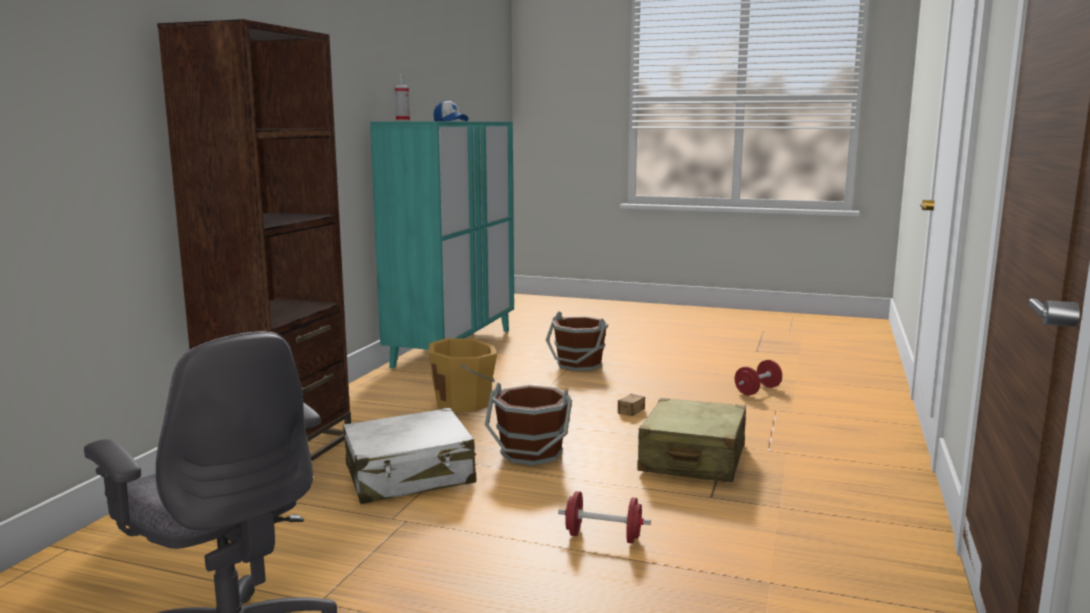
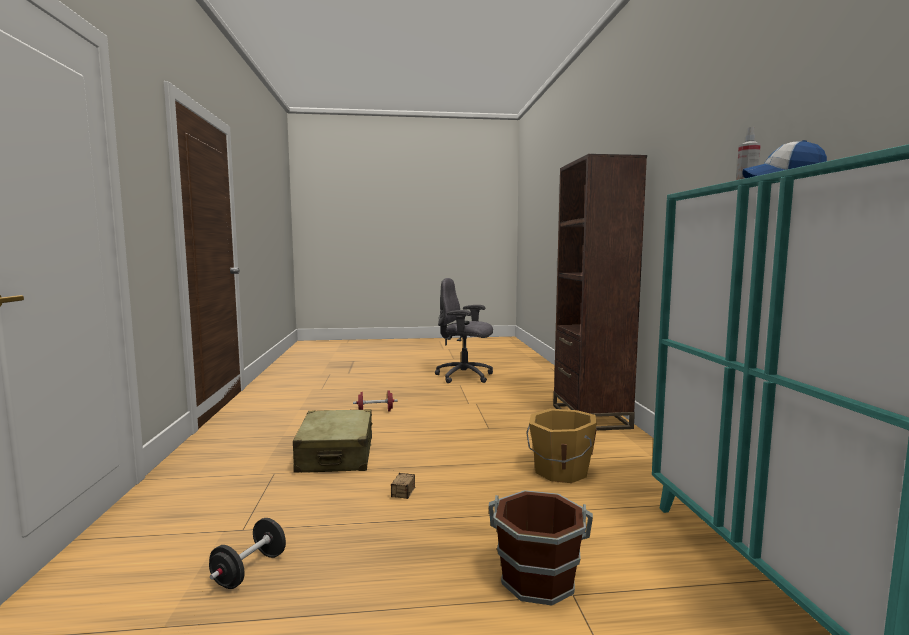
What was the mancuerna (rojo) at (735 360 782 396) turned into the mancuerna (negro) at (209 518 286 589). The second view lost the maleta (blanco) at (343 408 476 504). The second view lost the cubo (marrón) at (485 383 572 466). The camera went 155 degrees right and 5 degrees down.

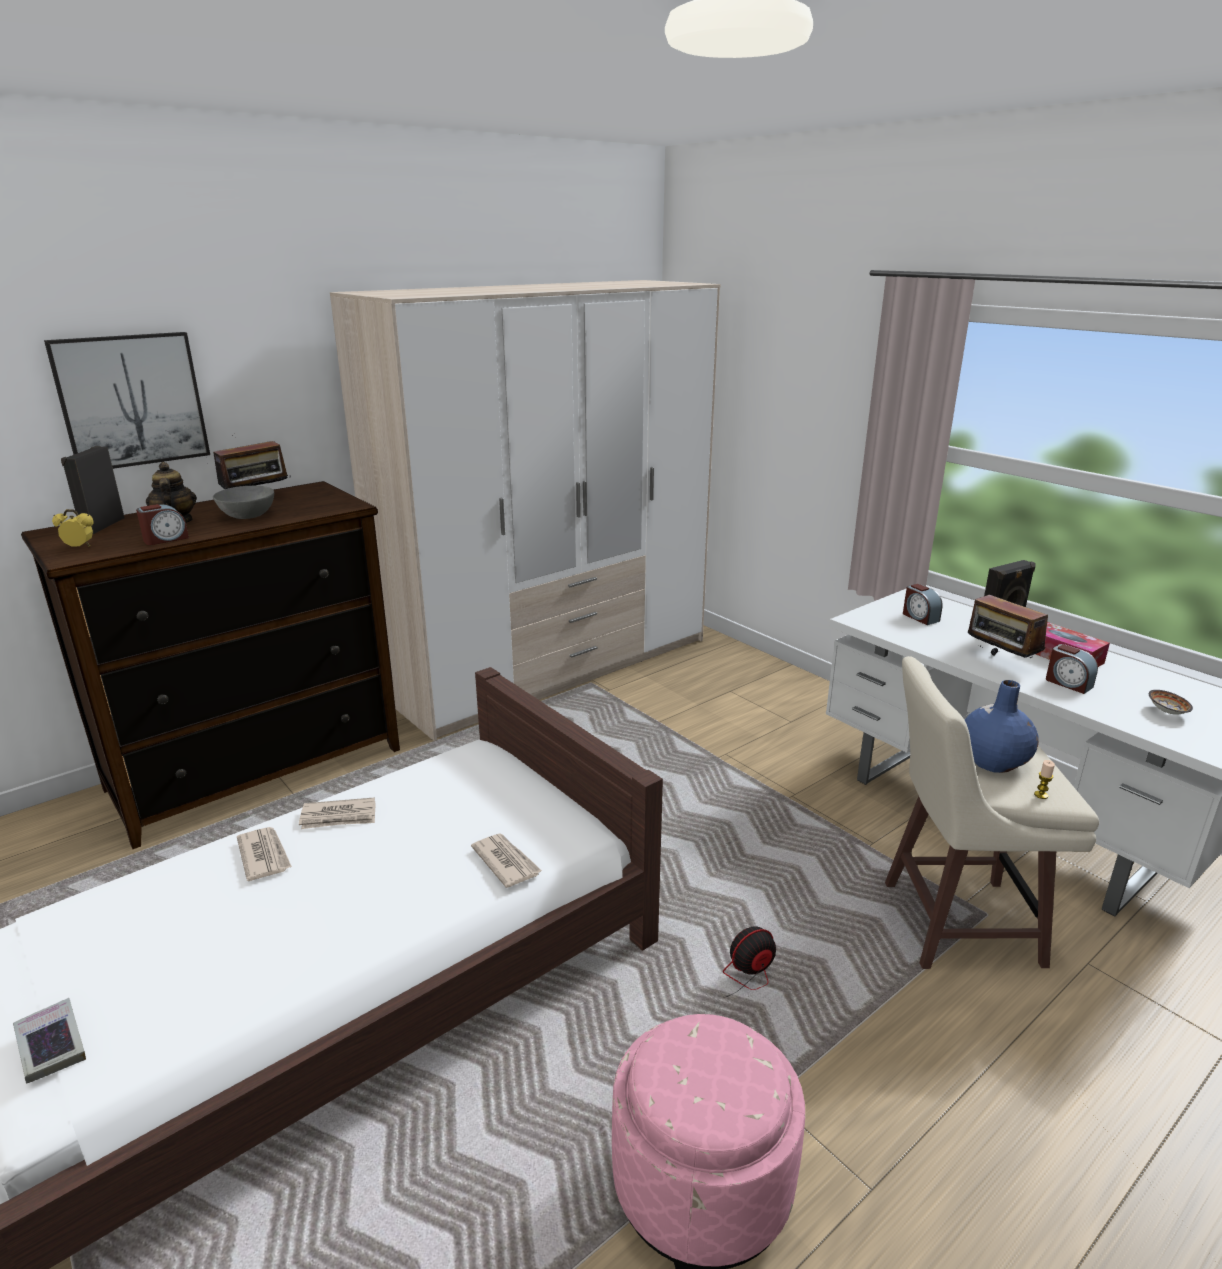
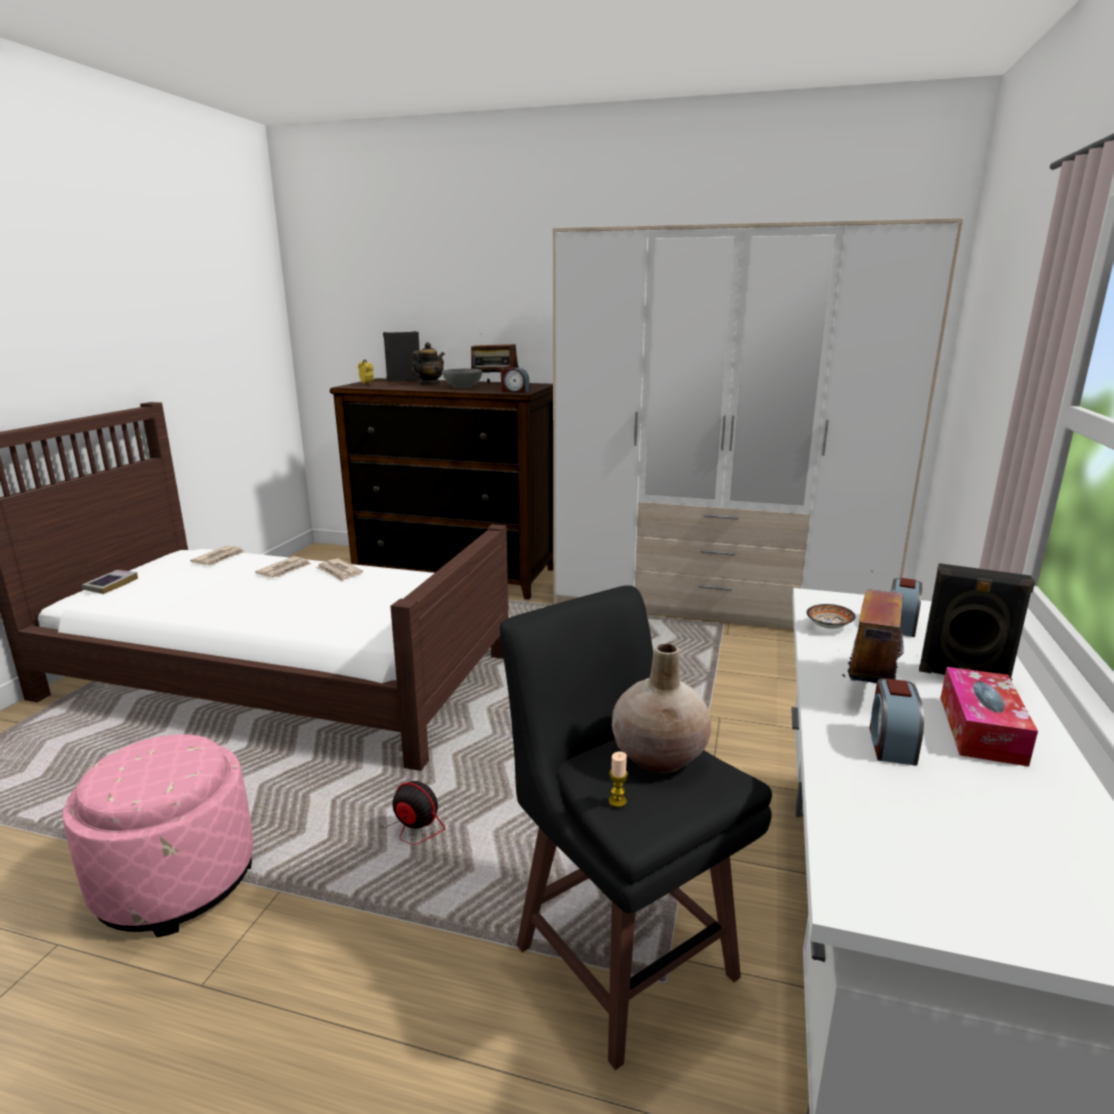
The periódico ended up elsewhere, having gone from (471 833 542 888) to (190 545 245 565). What was the taburete (beis) at (885 656 1099 969) turned into the taburete (negro) at (500 585 772 1070). The despertador ended up elsewhere, having gone from (136 504 189 545) to (501 366 529 393). What was the florero (azul) at (965 680 1039 773) turned into the florero (beis) at (612 644 711 772). The cuenco ended up elsewhere, having gone from (1149 690 1193 715) to (807 604 856 629). The second view lost the cuadro at (44 332 210 469). The camera went 55 degrees right and 5 degrees down.

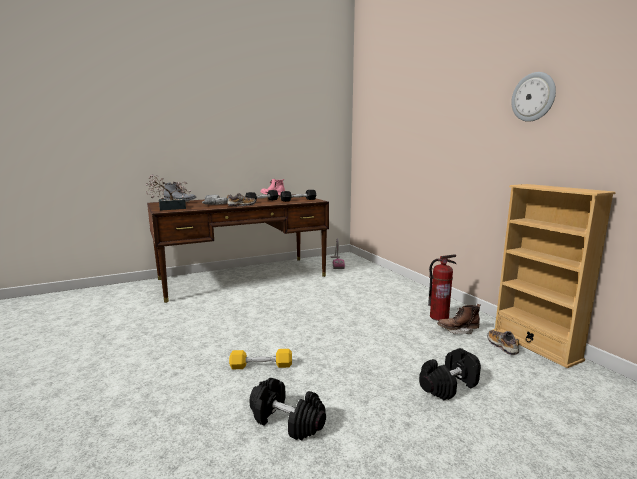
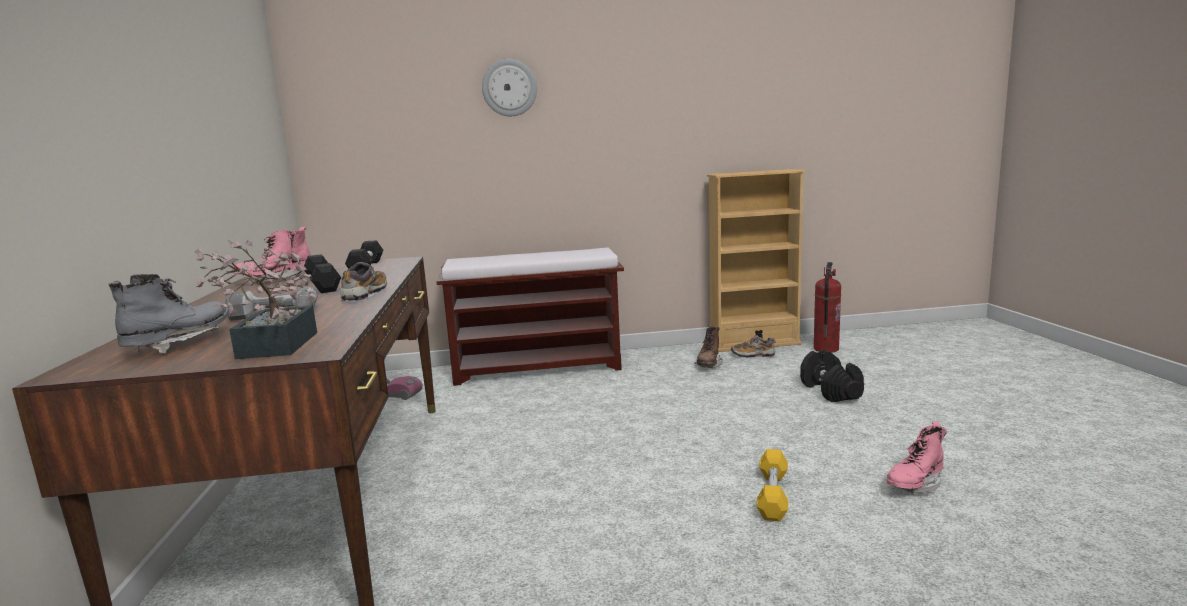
The second view gained the banco (marrón) at (436 247 624 386). The reloj de pared ended up elsewhere, having gone from (511 72 556 122) to (482 59 537 116). The extintor ended up elsewhere, having gone from (428 254 456 321) to (814 262 841 353). Where the mancuerna (negro) stood at (249 378 326 440), the bota (rosa) came to stand at (887 421 947 494). The camera went 70 degrees left and 0 degrees up.

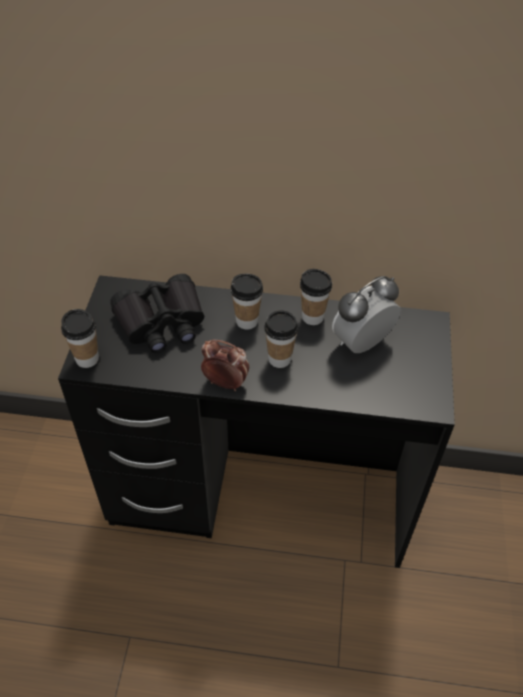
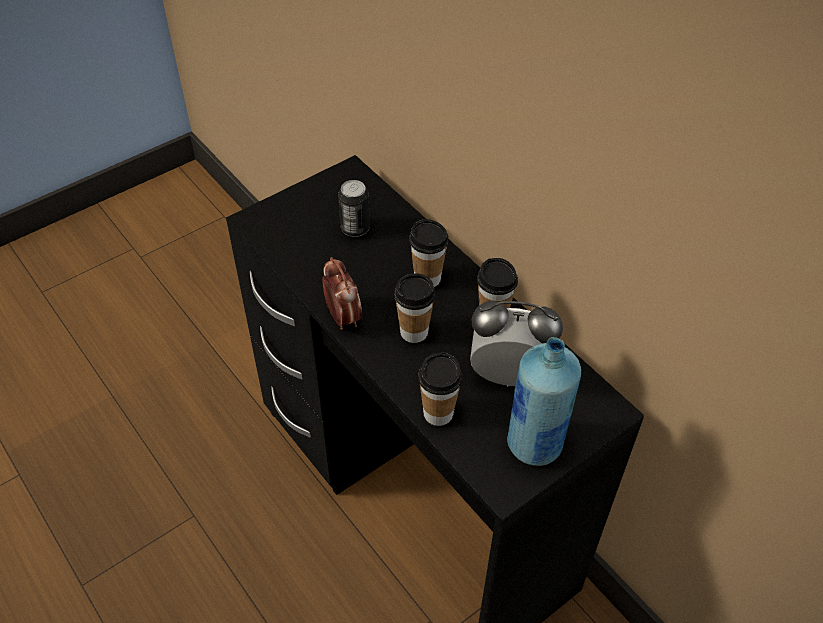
Where the prismáticos (negro) stood at (110 274 204 353), the lata came to stand at (338 180 370 237). The taza ended up elsewhere, having gone from (61 309 99 368) to (418 352 462 426). The second view gained the botella (azul) at (507 337 581 466). The camera went 45 degrees right and 0 degrees up.

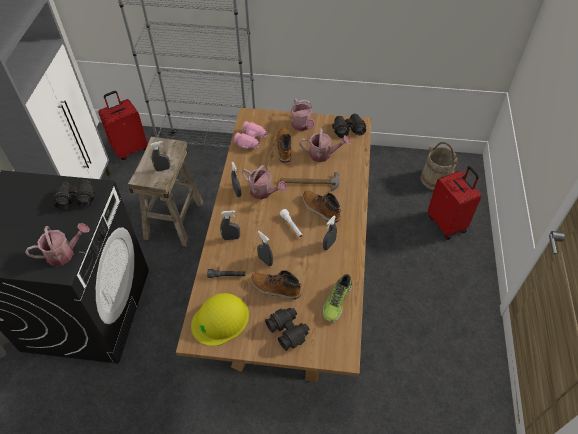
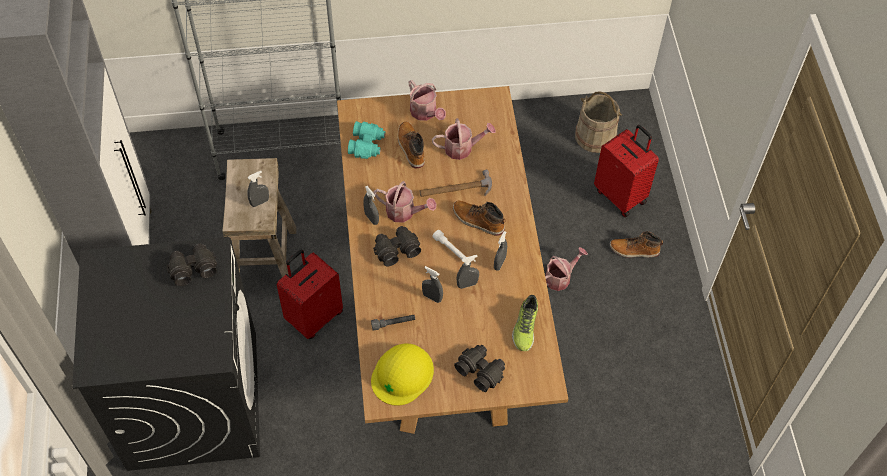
The maleta (rojo) ended up elsewhere, having gone from (98 91 148 160) to (277 249 343 339). What was the prismáticos (rosa) at (234 121 267 149) turned into the prismáticos (turquesa) at (348 121 385 159). The prismáticos (negro) ended up elsewhere, having gone from (332 114 366 138) to (373 226 421 266). The pulverizador (gris) ended up elsewhere, having gone from (220 211 240 240) to (457 255 479 289). The regadera ended up elsewhere, having gone from (25 223 90 266) to (545 247 588 291). The bota ended up elsewhere, having gone from (251 270 302 300) to (610 231 663 258). The camera went 15 degrees left and 5 degrees up.

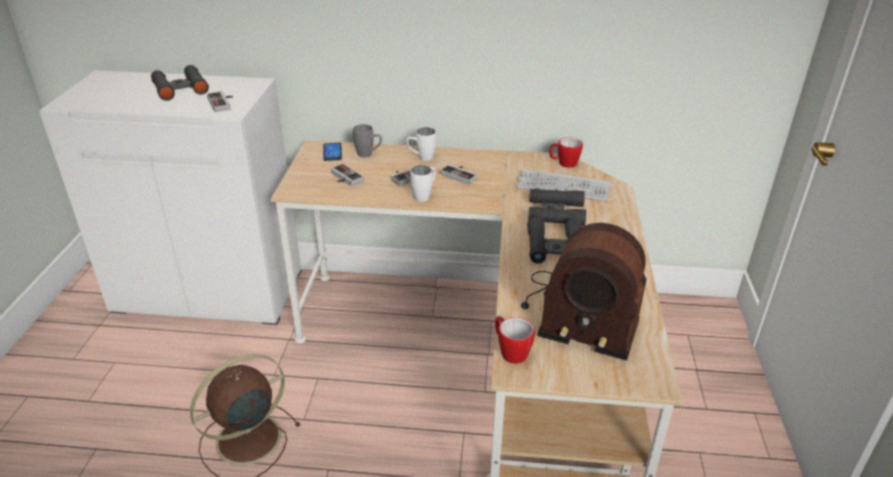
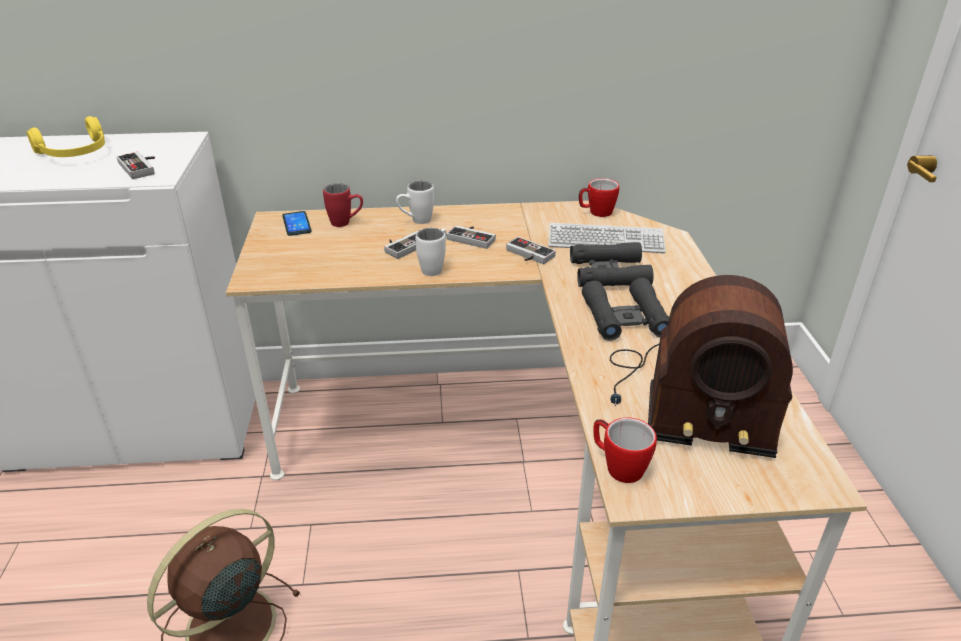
Where the prismáticos (negro) stood at (151 65 209 101), the auriculares (amarillo) came to stand at (27 116 105 157). What was the taza grande (gris) at (353 124 382 157) turned into the taza grande (rojo) at (323 183 363 227). The mando de consola ended up elsewhere, having gone from (331 164 363 186) to (506 237 556 264). The camera went 10 degrees left and 0 degrees up.

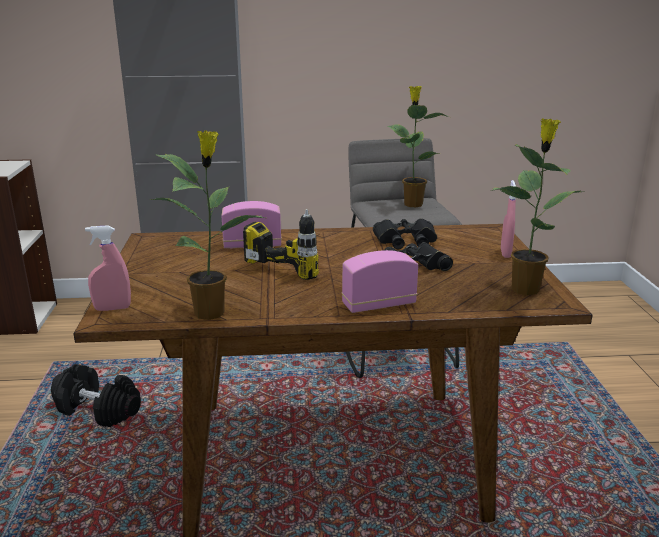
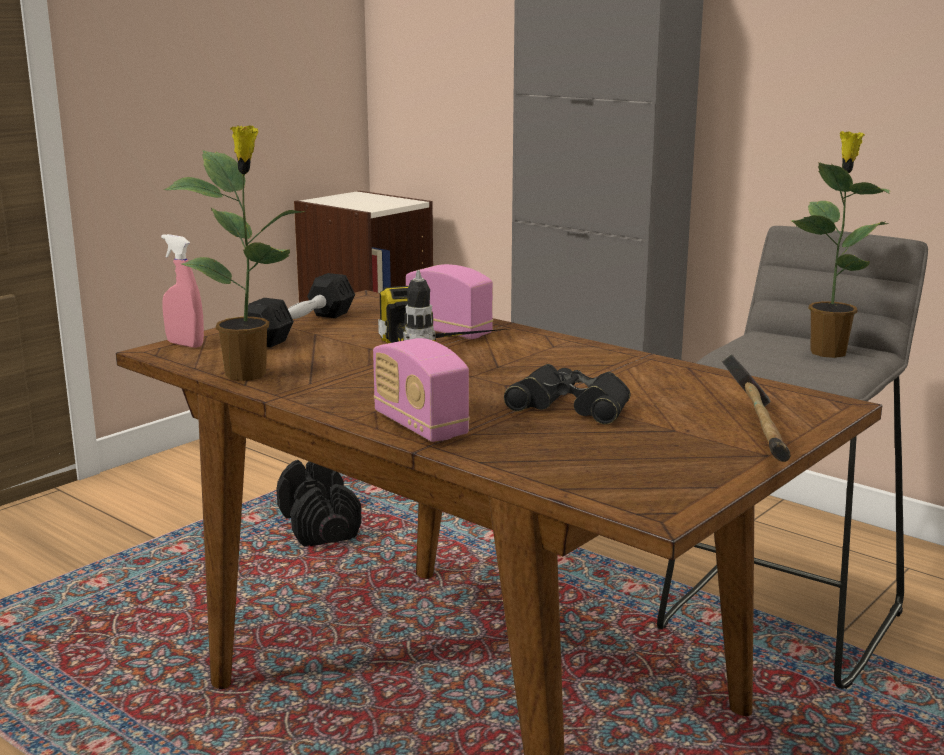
The second view gained the mancuerna (negro) at (248 273 355 348). The radio at (342 250 418 313) ended up facing another way, 150 degrees counterclockwise from before. Where the pulverizador (rosa) stood at (501 180 516 258), the martillo came to stand at (722 354 790 462). The second view lost the prismáticos (negro) at (373 218 437 249). The second view lost the planta en maceta at (491 118 585 295). The camera went 45 degrees right and 5 degrees down.

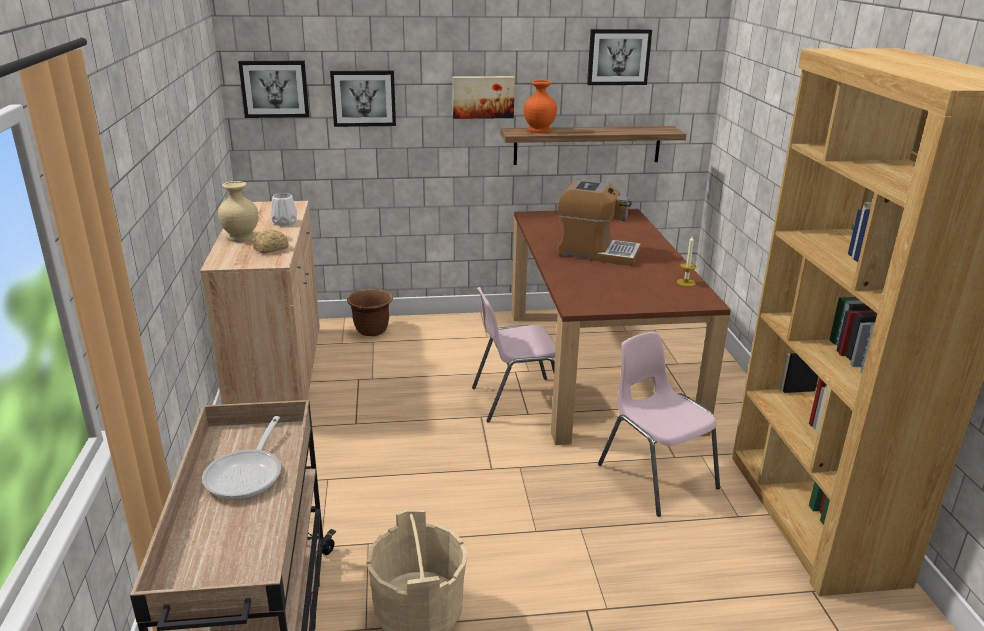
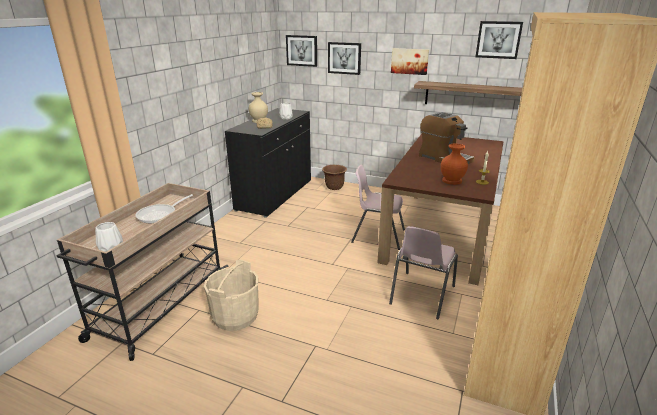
The second view gained the florero (blanco) at (95 222 123 252). What was the armario (beis) at (200 201 320 404) turned into the armario (negro) at (225 108 311 218). The silla (rosa) at (598 332 720 517) ended up facing another way, 150 degrees counterclockwise from before. The florero (naranja) ended up elsewhere, having gone from (524 80 557 133) to (441 144 468 185). The camera went 30 degrees right and 0 degrees up.

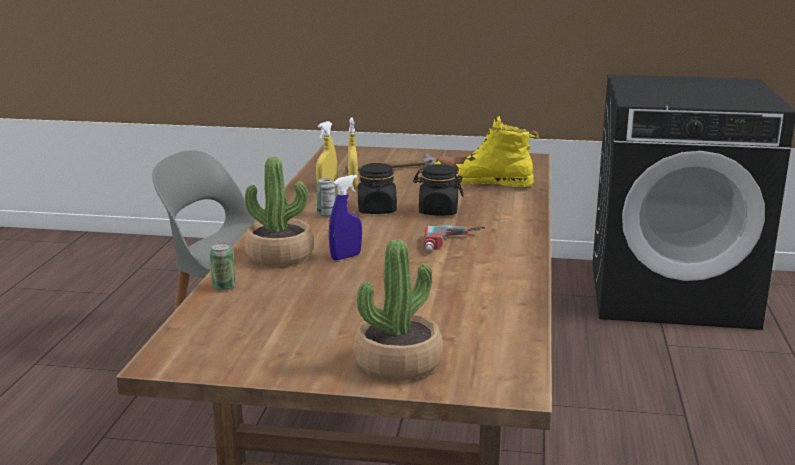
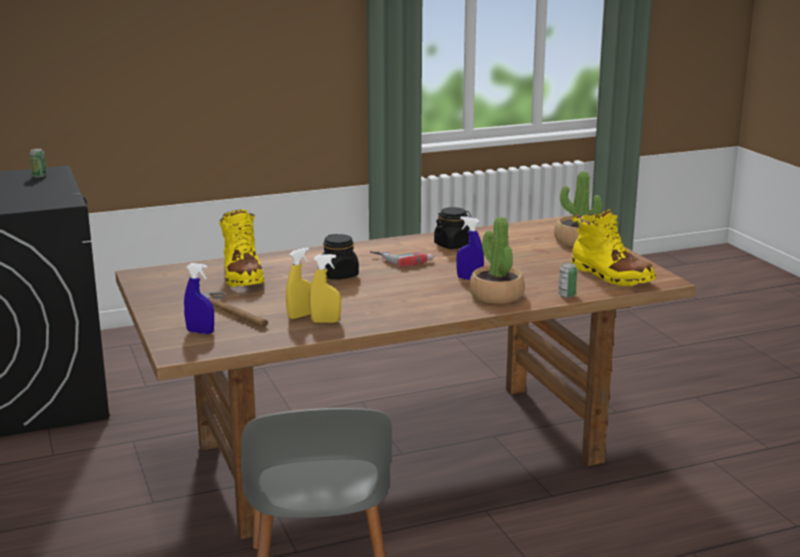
The lata ended up elsewhere, having gone from (316 178 335 217) to (29 149 47 178). The second view gained the pulverizador (azul) at (184 263 214 334). The tarro (negro) ended up elsewhere, having gone from (358 163 397 214) to (434 207 472 249). The second view gained the bota (amarillo) at (571 209 656 286). The camera went 120 degrees left and 0 degrees up.

